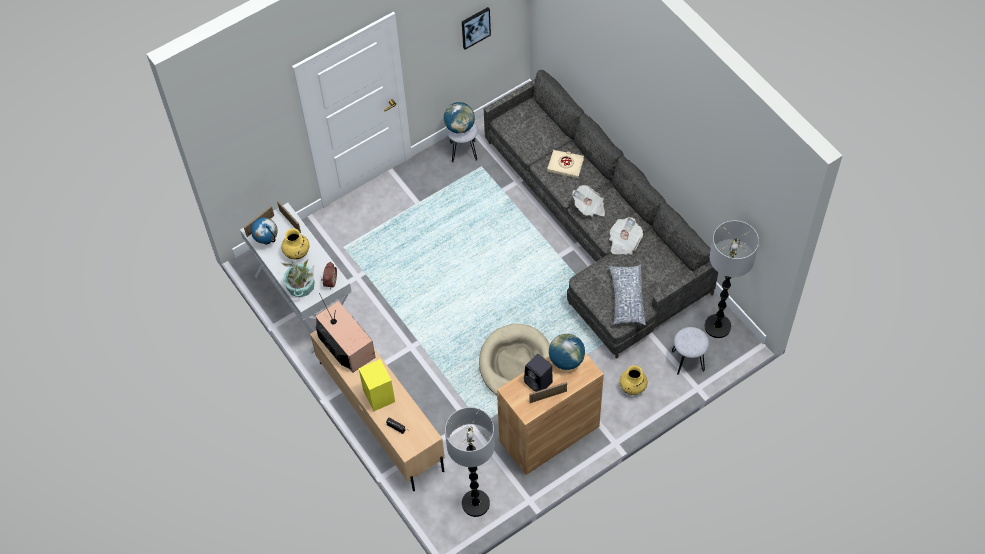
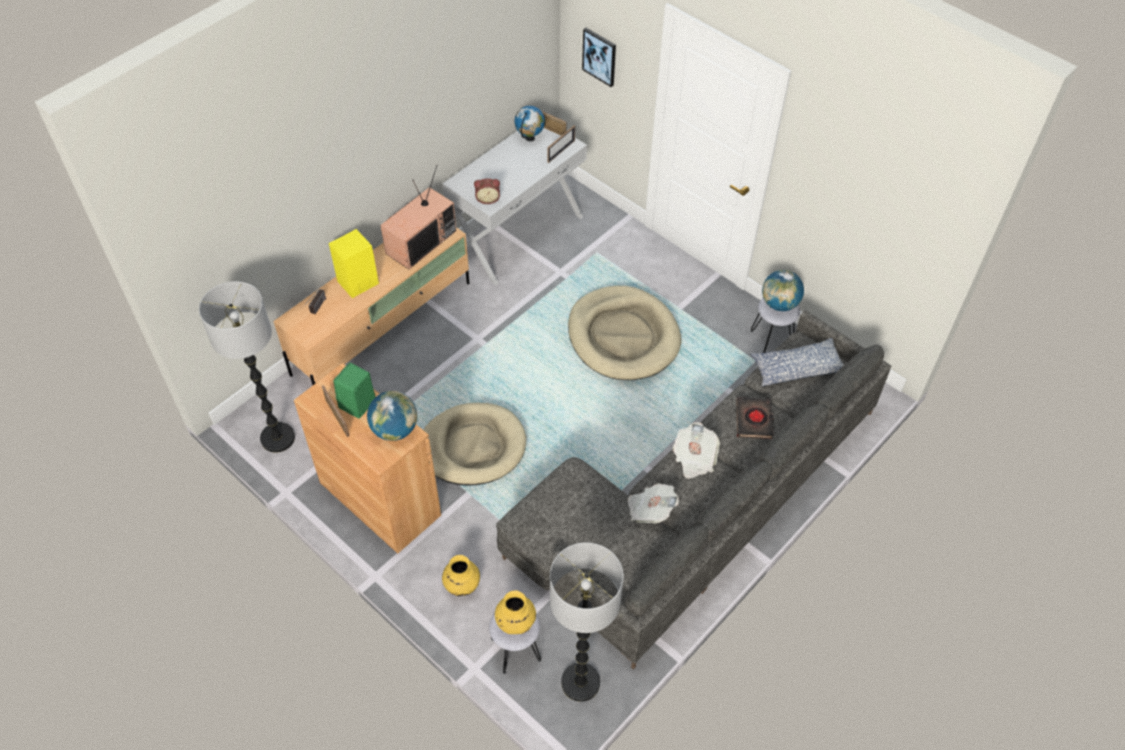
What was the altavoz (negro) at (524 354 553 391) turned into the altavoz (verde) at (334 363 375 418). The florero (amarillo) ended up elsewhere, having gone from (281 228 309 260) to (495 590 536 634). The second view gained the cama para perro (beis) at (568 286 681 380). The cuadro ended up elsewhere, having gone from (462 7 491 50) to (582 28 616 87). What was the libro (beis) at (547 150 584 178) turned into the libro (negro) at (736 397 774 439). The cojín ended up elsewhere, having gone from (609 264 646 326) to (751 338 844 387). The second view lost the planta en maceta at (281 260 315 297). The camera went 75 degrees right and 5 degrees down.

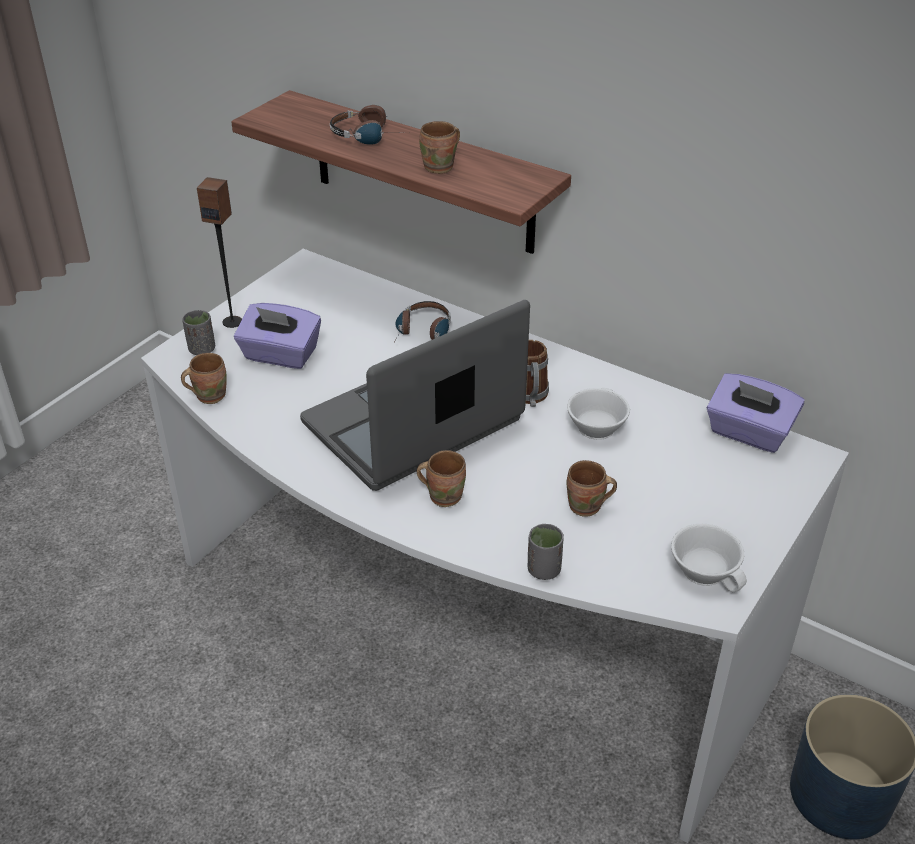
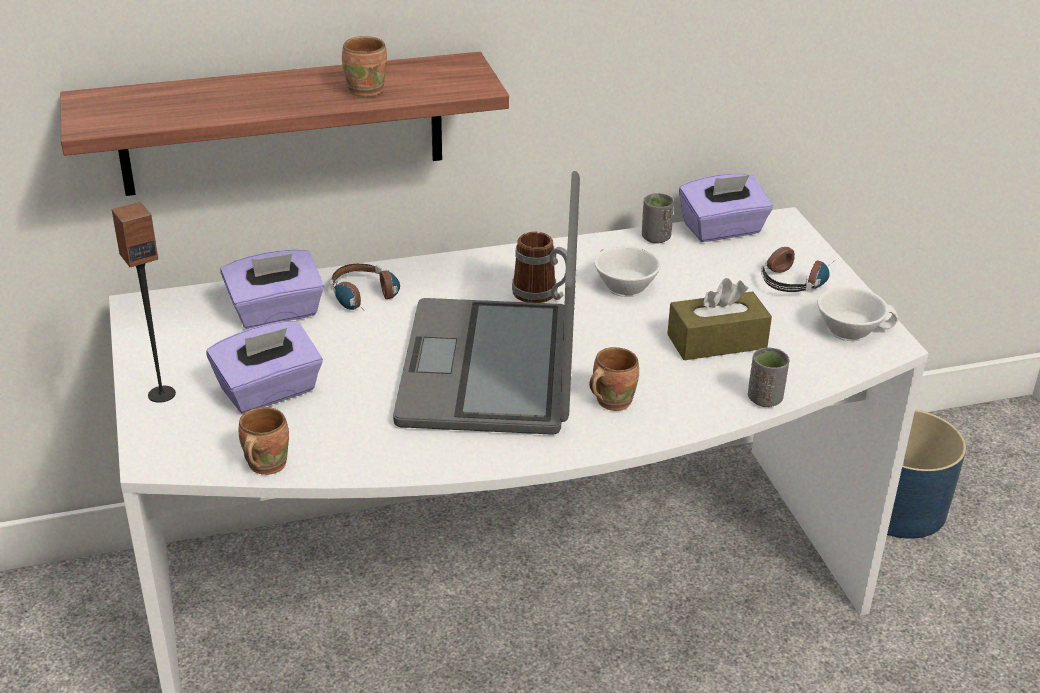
The second view gained the caja de pañuelos (morado) at (221 249 324 329). The taza (gris) ended up elsewhere, having gone from (182 310 215 355) to (642 193 674 243). Where the taza grande (marrón) stood at (567 460 617 517), the caja de pañuelos (marrón) came to stand at (667 278 772 360). The auriculares ended up elsewhere, having gone from (330 105 399 145) to (761 247 837 292). The camera went 50 degrees left and 5 degrees down.

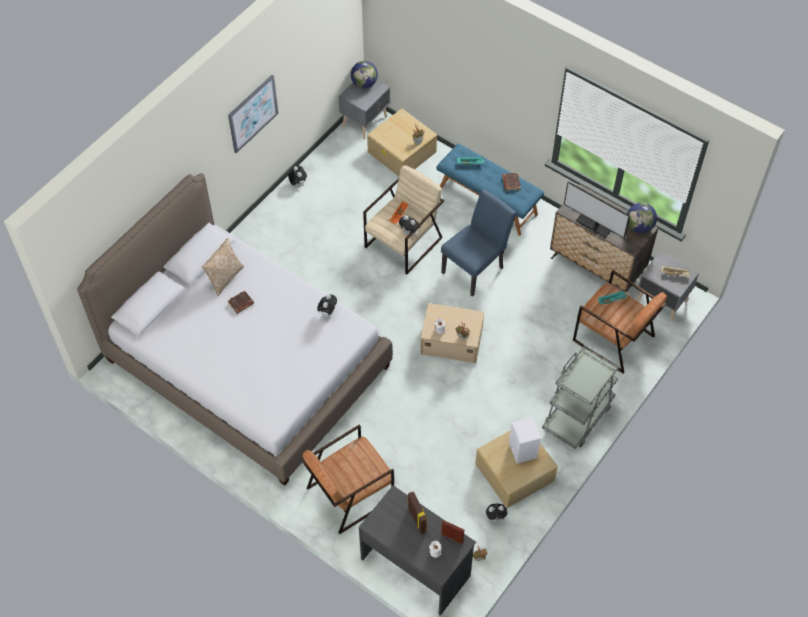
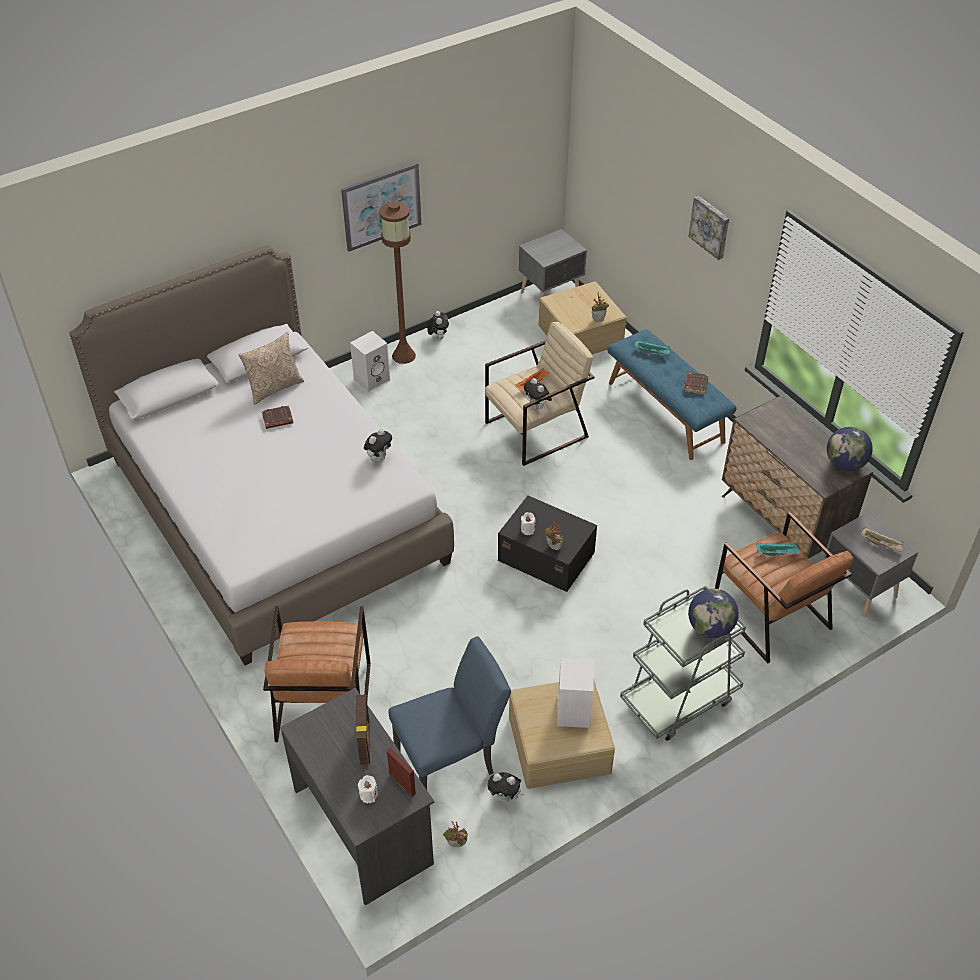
The sillón (marrón) at (301 424 394 534) ended up facing another way, 75 degrees counterclockwise from before. The second view gained the altavoz (blanco) at (350 331 390 392). The second view gained the lámpara de pie (marrón) at (379 201 416 364). The silla (azul) ended up elsewhere, having gone from (441 189 516 297) to (389 636 511 790). What was the caja de almacenaje (beis) at (420 303 484 363) turned into the caja de almacenaje (negro) at (498 496 597 592). The globo terráqueo ended up elsewhere, having gone from (351 61 378 89) to (688 588 739 638). The second view gained the cuadro at (689 196 729 260). The second view lost the monitor at (564 181 630 238). The camera went 20 degrees right and 10 degrees down.

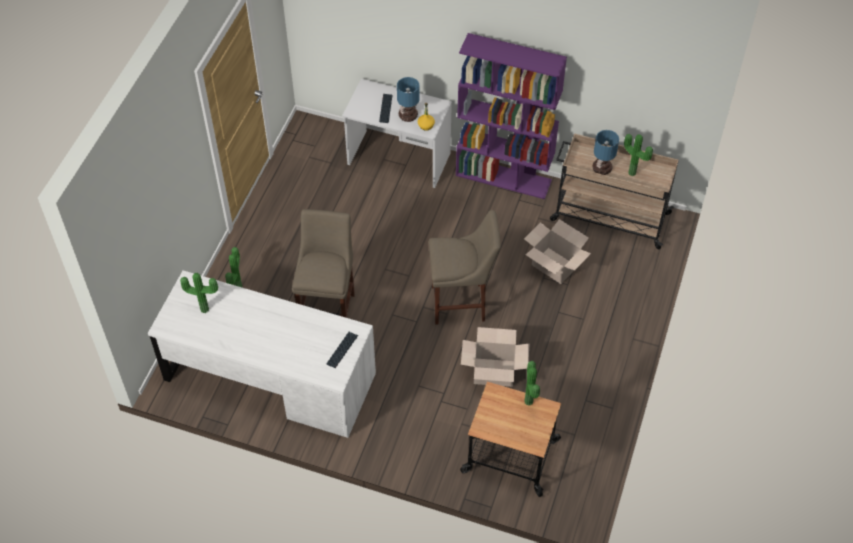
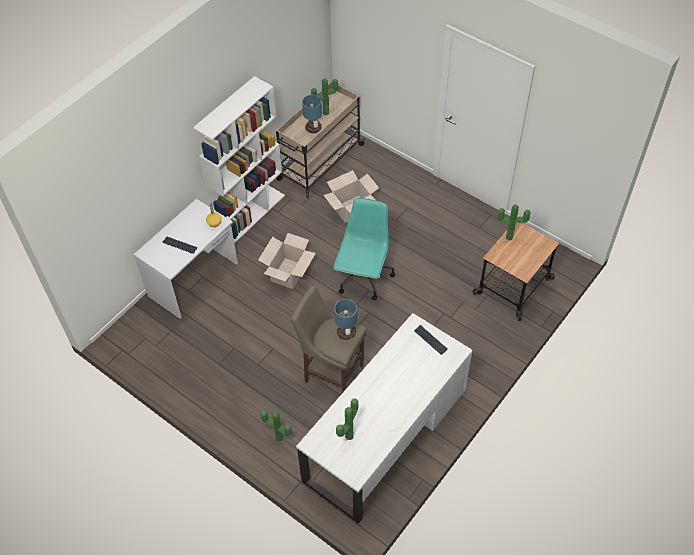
What was the estantería (morado) at (456 33 567 199) turned into the estantería (blanco) at (193 76 285 244). The caja de cartón ended up elsewhere, having gone from (461 327 529 387) to (258 233 316 289). Where the taburete (beis) stood at (429 210 501 325), the silla de oficina (turquesa) came to stand at (334 198 395 300). The lámpara de mesa ended up elsewhere, having gone from (397 77 420 122) to (334 299 357 340). The camera went 70 degrees left and 0 degrees up.

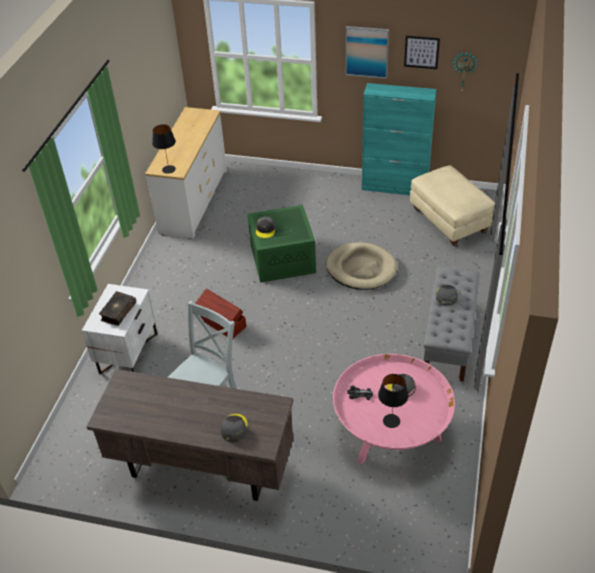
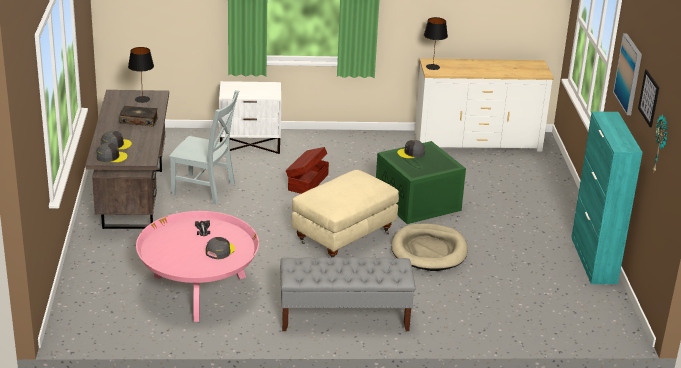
The gorra (gris) ended up elsewhere, having gone from (436 285 458 305) to (96 143 128 163). The libro ended up elsewhere, having gone from (99 291 136 326) to (119 106 158 127). The lámpara de mesa (negro) ended up elsewhere, having gone from (378 374 408 428) to (128 47 154 103). The puf (beis) ended up elsewhere, having gone from (410 165 495 247) to (292 170 399 257). The camera went 70 degrees right and 15 degrees down.

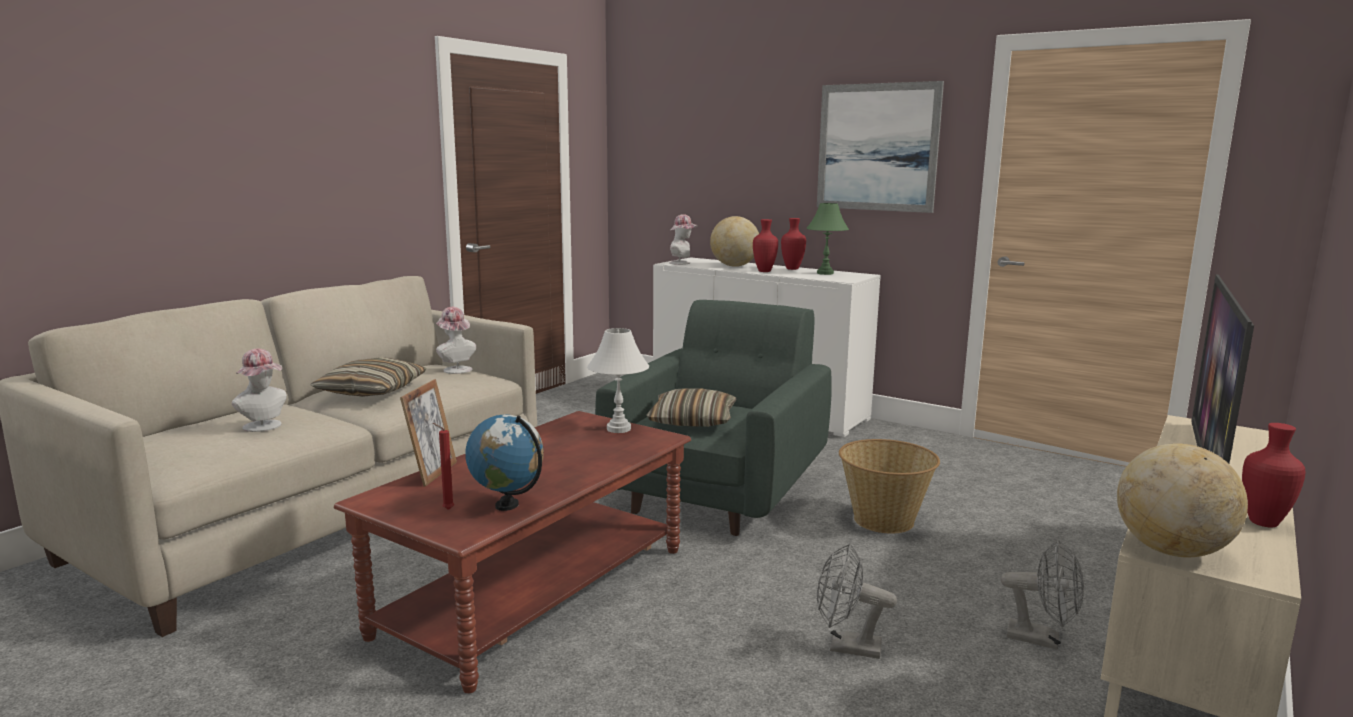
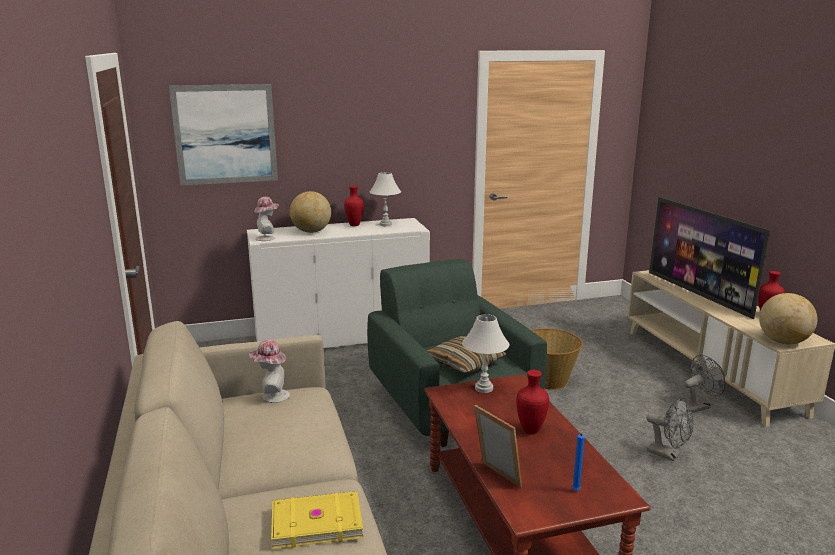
The cuadro ended up elsewhere, having gone from (817 81 944 213) to (169 84 278 186). Where the sombrero stood at (232 348 287 432), the libro (amarillo) came to stand at (271 491 363 549). What was the lámpara de mesa (verde) at (806 203 849 275) turned into the lámpara de mesa (blanco) at (369 172 401 226). The florero (rojo) ended up elsewhere, having gone from (753 219 778 272) to (516 370 549 434). What was the vela (rojo) at (433 423 454 510) turned into the vela (azul) at (572 433 585 491). The ventilador (gris) at (817 543 897 659) ended up facing another way, 105 degrees counterclockwise from before. The second view lost the cojín at (310 357 427 397). The second view lost the globo terráqueo at (465 414 544 511). The camera went 50 degrees left and 5 degrees up.

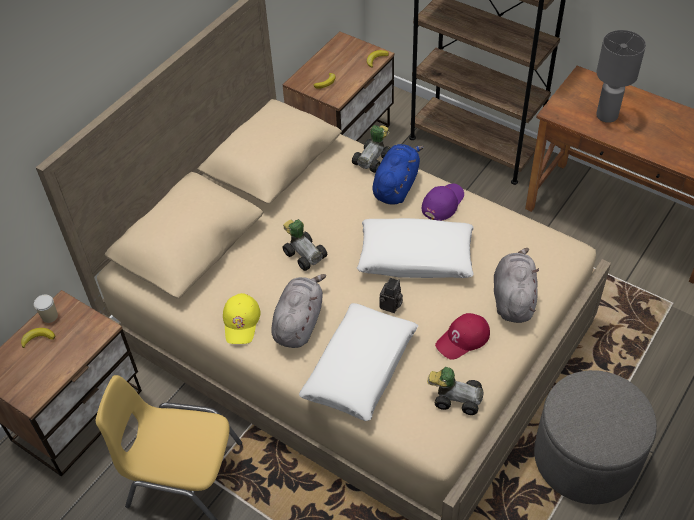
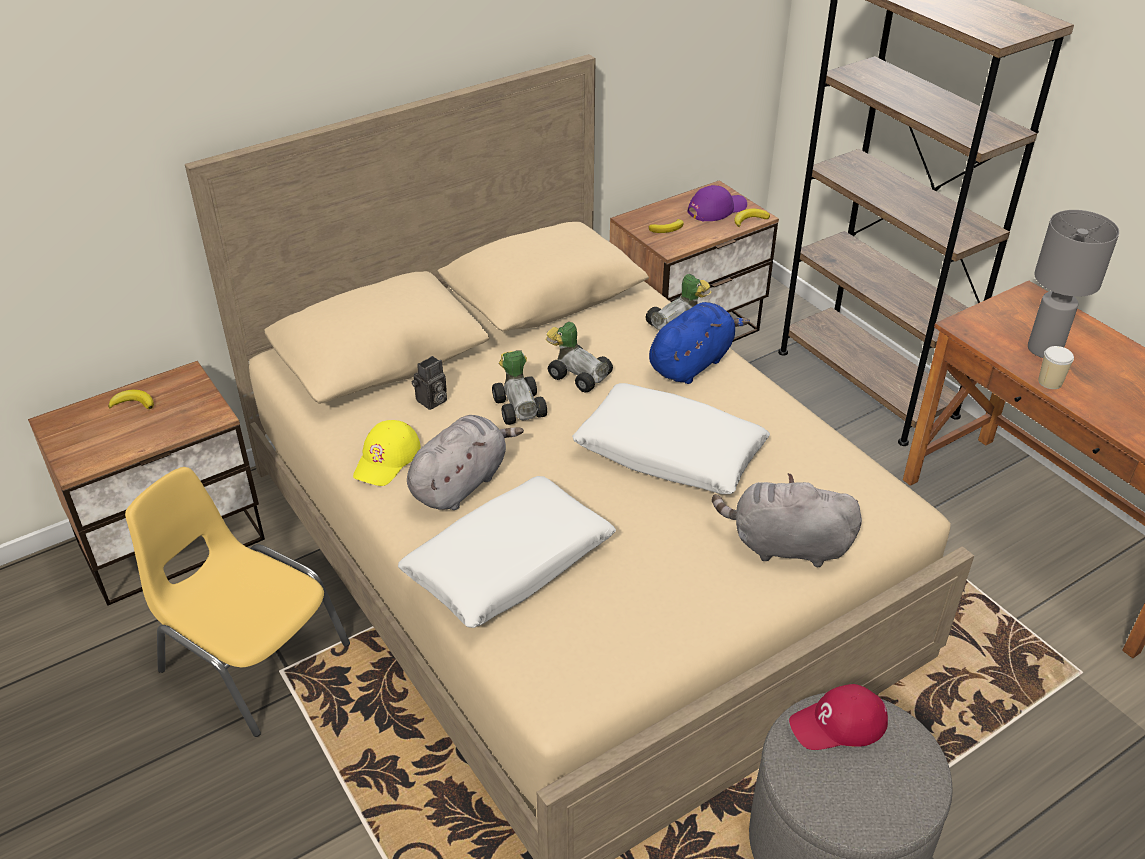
The cámara ended up elsewhere, having gone from (379 278 403 313) to (412 356 447 410). The coche de juguete ended up elsewhere, having gone from (427 367 484 415) to (546 321 613 393). The gorra (morado) ended up elsewhere, having gone from (422 183 464 221) to (687 185 747 222). The peluche (gris) at (494 248 539 323) ended up facing another way, 105 degrees counterclockwise from before. The gorra (rojo) ended up elsewhere, having gone from (435 313 490 360) to (789 684 888 750). The taza ended up elsewhere, having gone from (34 295 58 323) to (1038 346 1074 389). The camera went 20 degrees right and 10 degrees down.

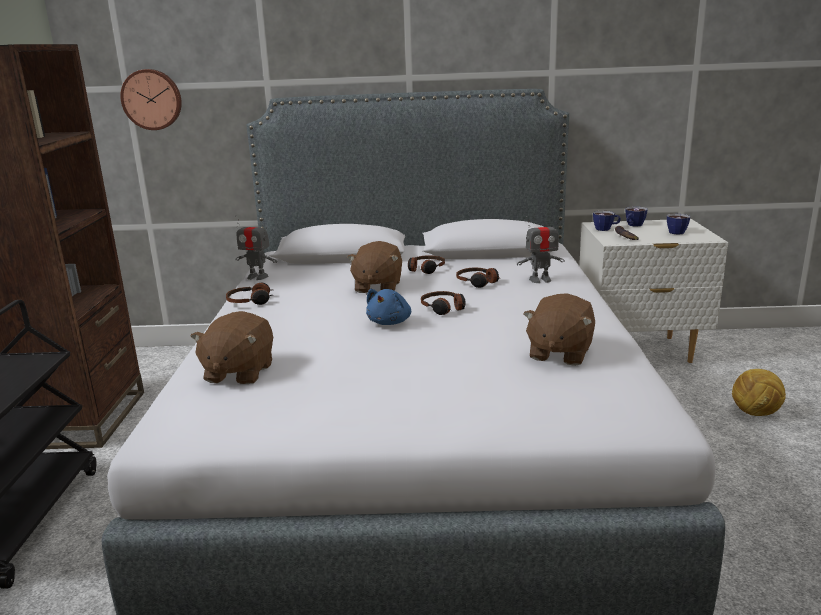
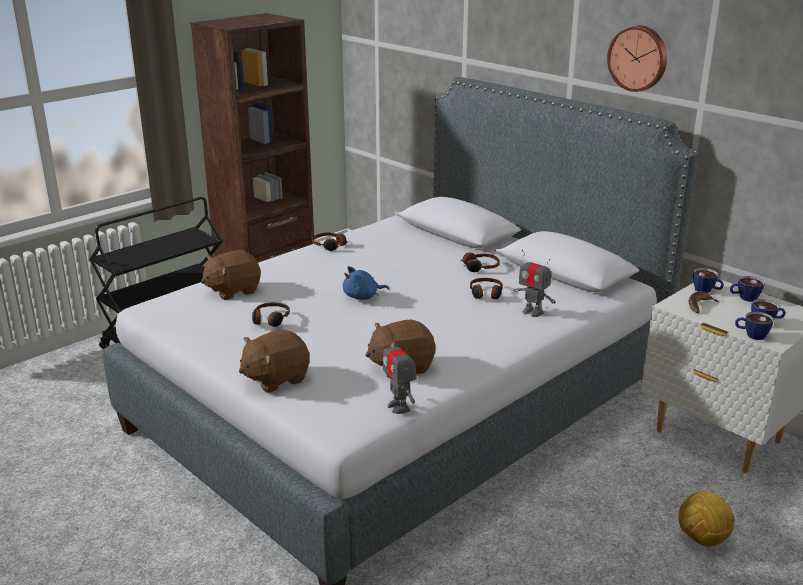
The peluche (marrón) ended up elsewhere, having gone from (347 241 402 293) to (239 330 310 393). The auriculares ended up elsewhere, having gone from (421 291 466 315) to (252 302 290 327). The robot de juguete ended up elsewhere, having gone from (235 215 277 280) to (383 331 417 414). The reloj de pared ended up elsewhere, having gone from (120 69 182 130) to (607 25 667 92). The second view gained the taza at (735 312 774 340). The camera went 45 degrees right and 5 degrees up.

